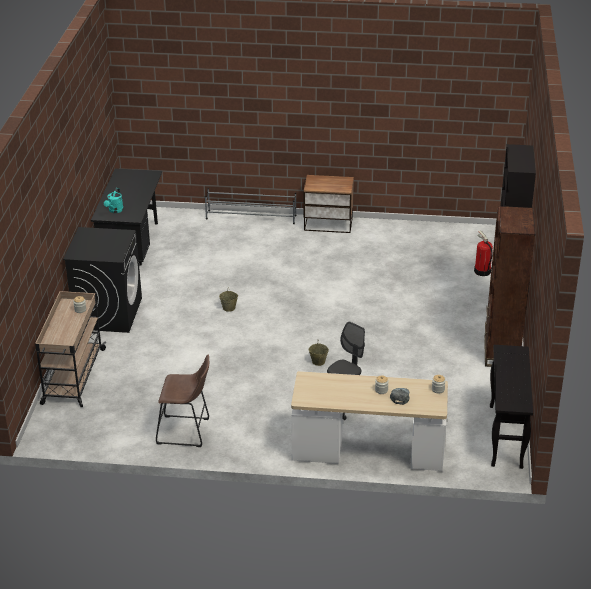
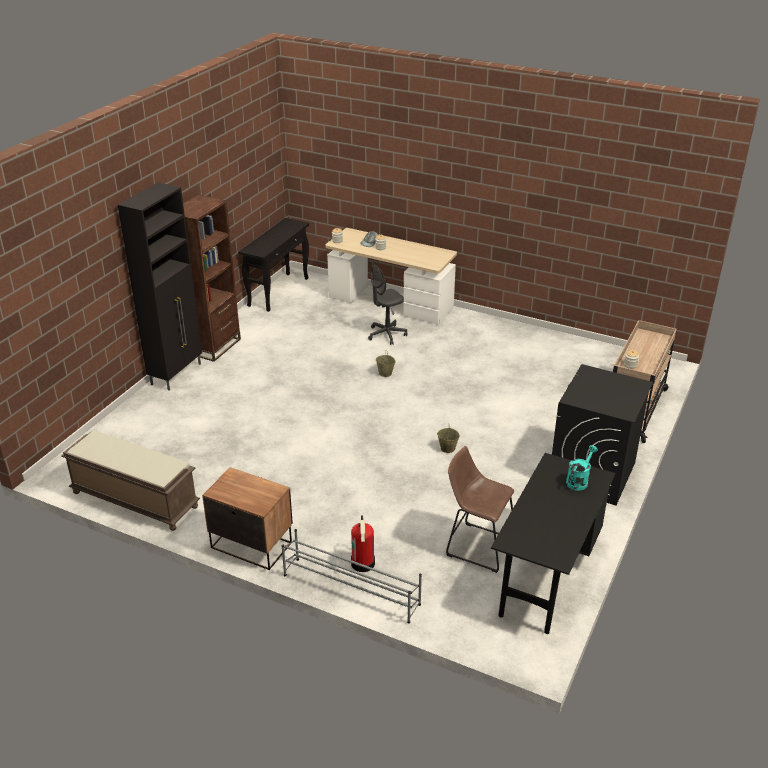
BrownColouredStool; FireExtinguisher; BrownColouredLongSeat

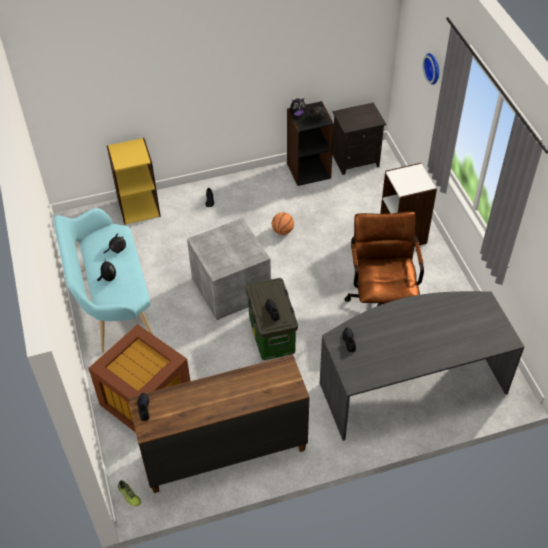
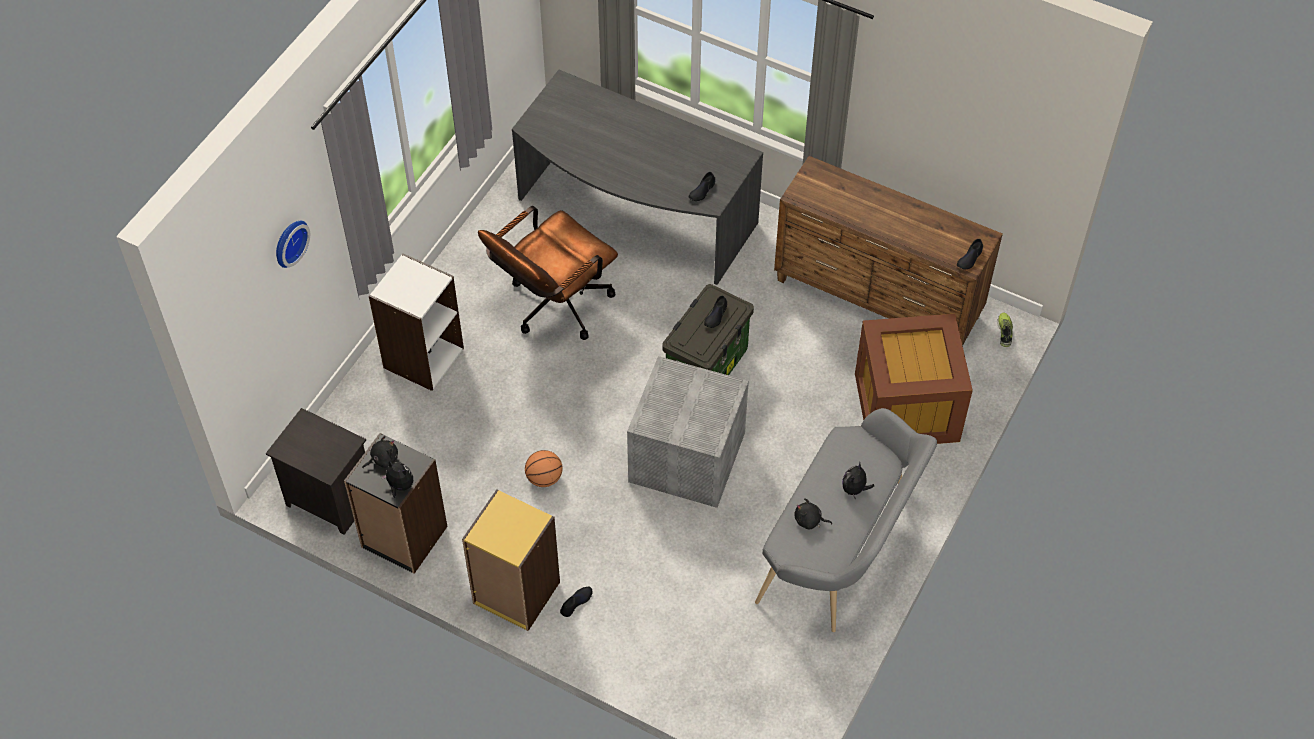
GreyLongSeat; YellowColouredShelvingUnit

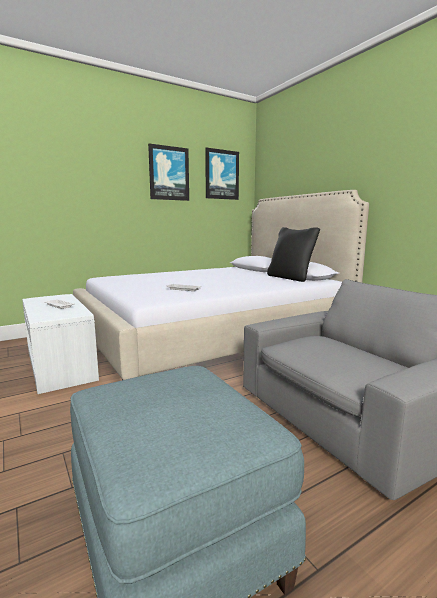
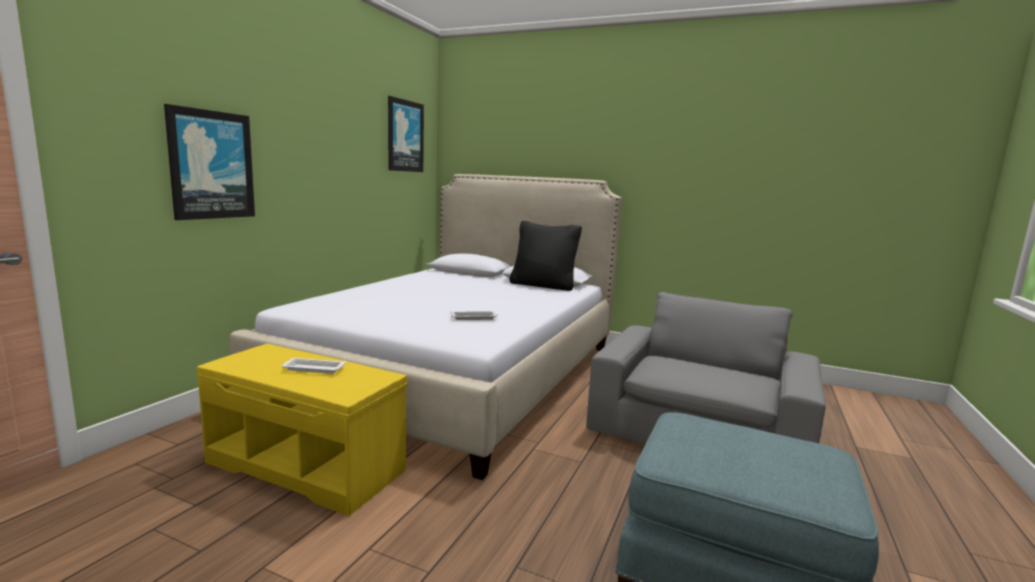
YellowColouredLongSeat; WallPicture (no. 1 from left)

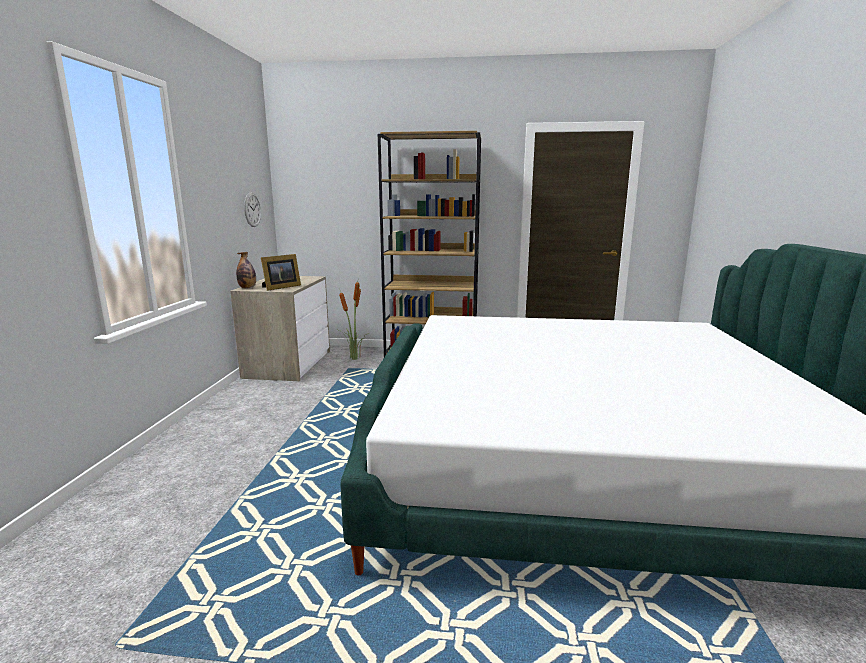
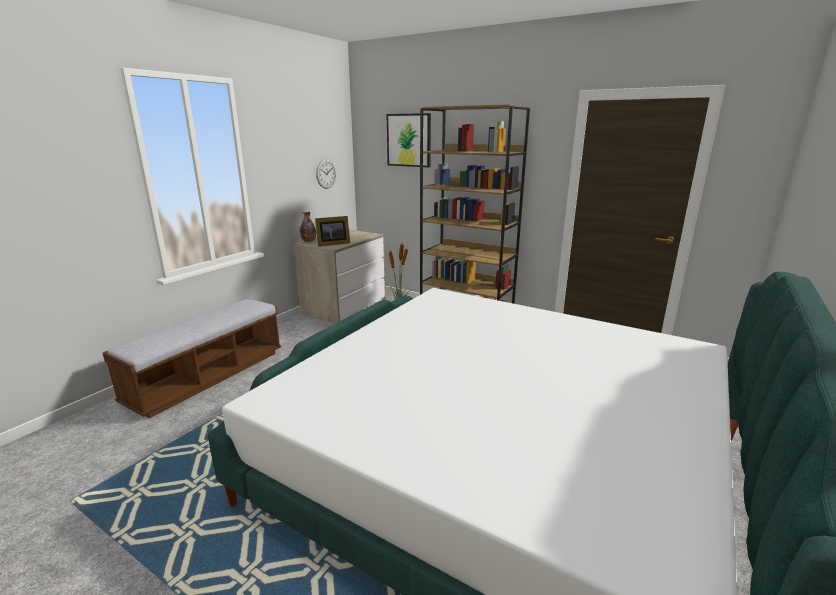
LongSeat; WallPicture

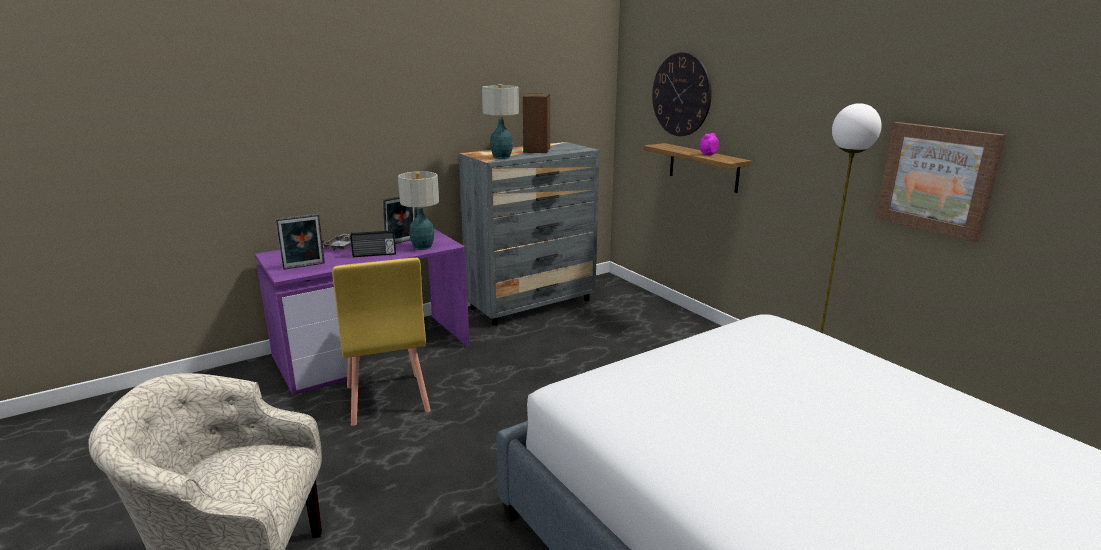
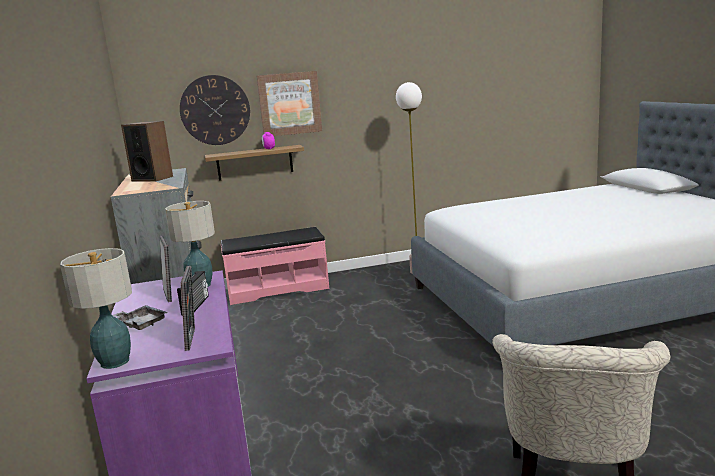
YellowColouredChair; TabletopLamp (no. 1 from left); WallPicture; PinkLongSeat

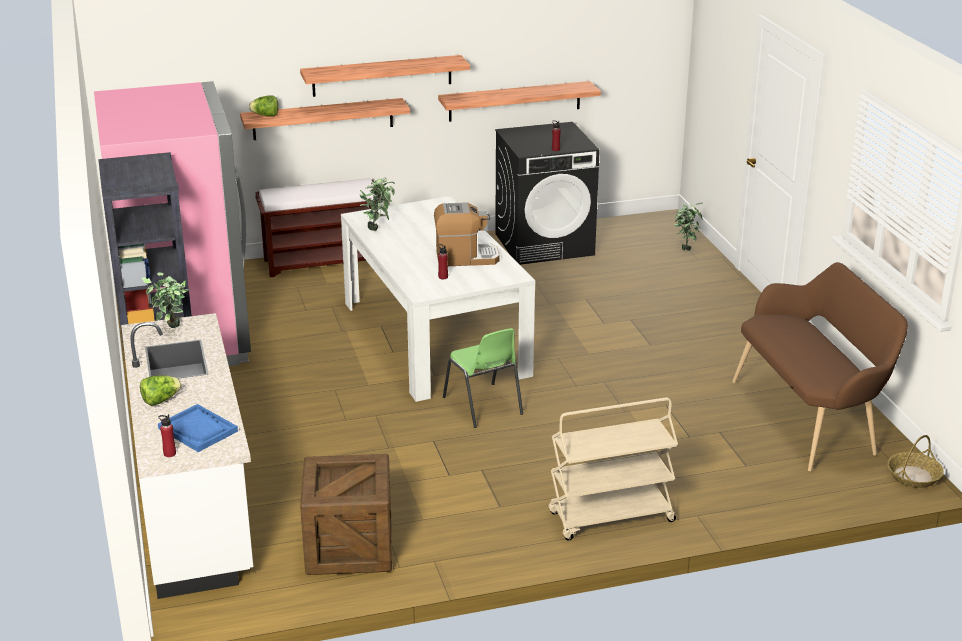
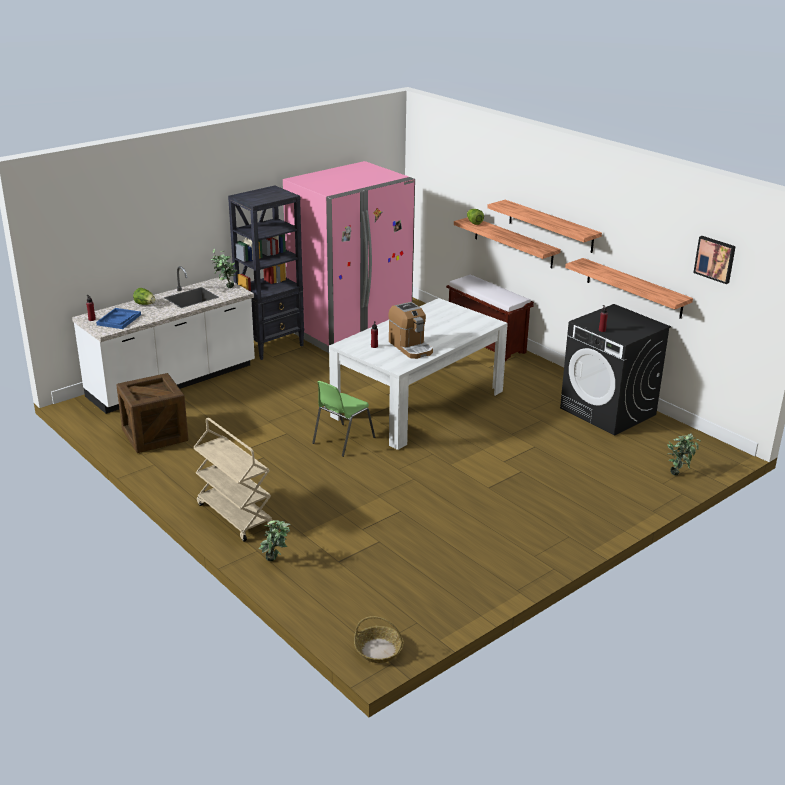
PottedPlant (no. 2 from left); BrownColouredLongSeat (no. 2 from left in the first image); WallPicture

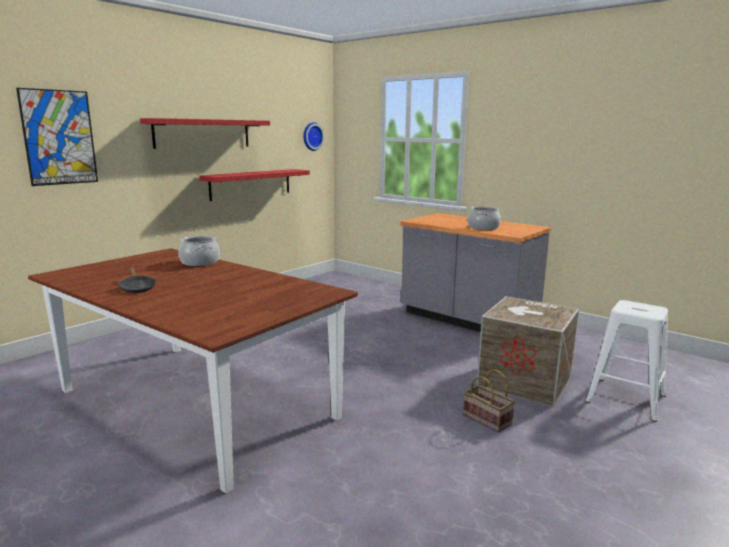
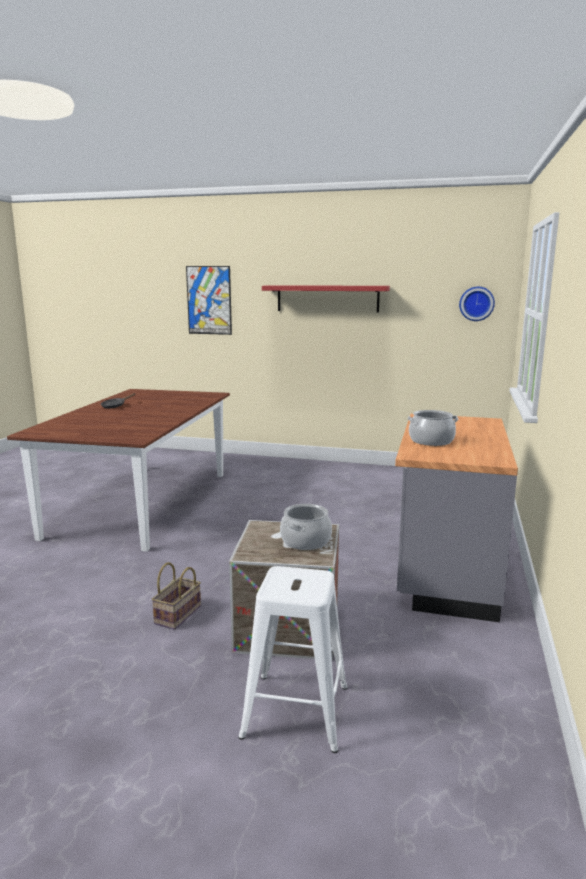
CookingPot (no. 1 from left); RedWallShelf (no. 2 from left in the first image)

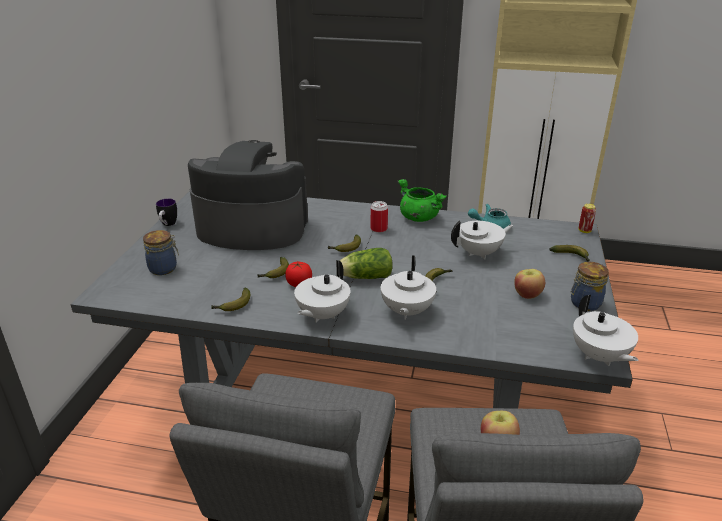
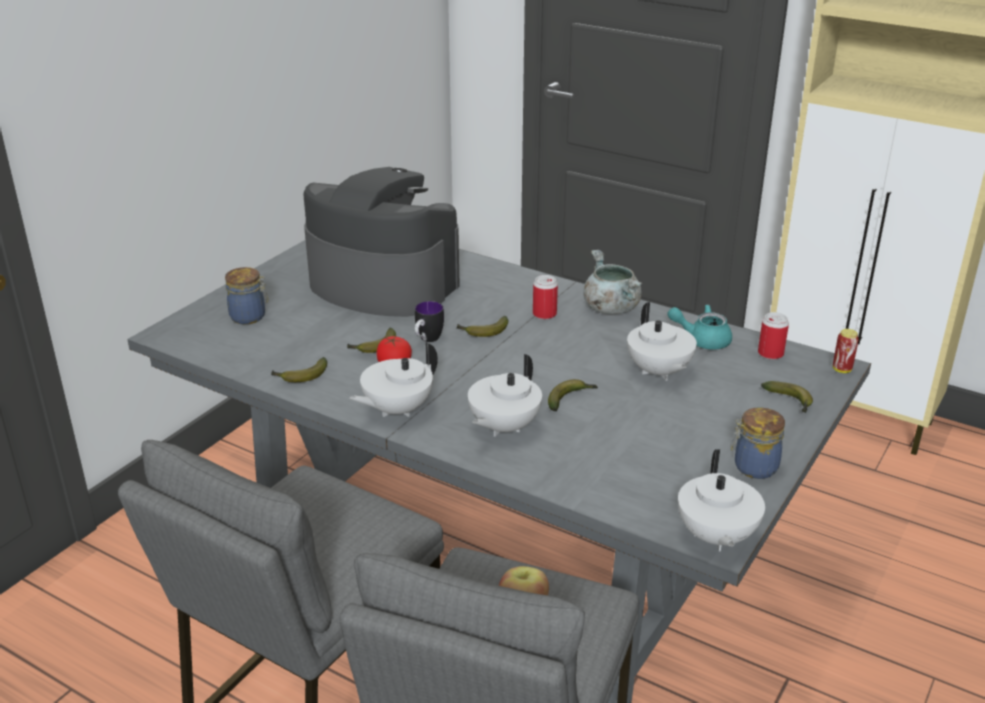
Mug; HeadOfLettuce; GreyCookingPot; WhiteColouredTeapot (no. 3 from left); WholeApple (no. 2 from left in the first image); MetalCan (no. 2 from left)

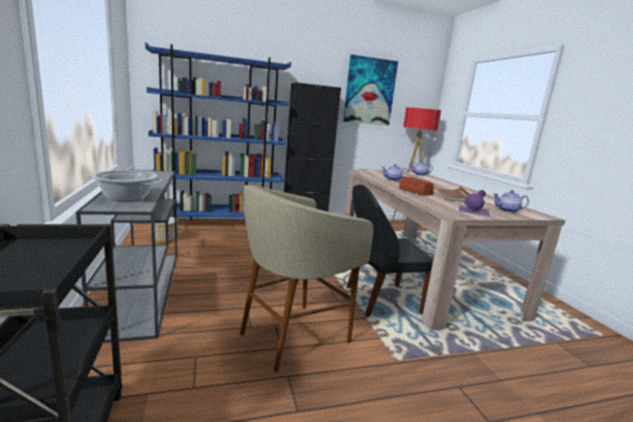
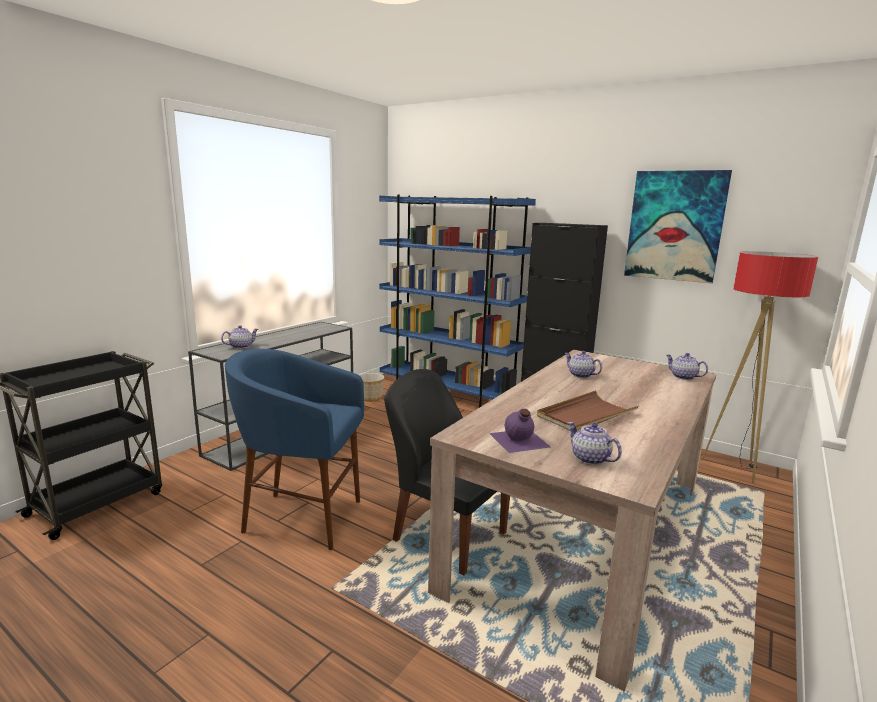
Teapot (no. 1 from left); BlueColouredStool; BakeryBread

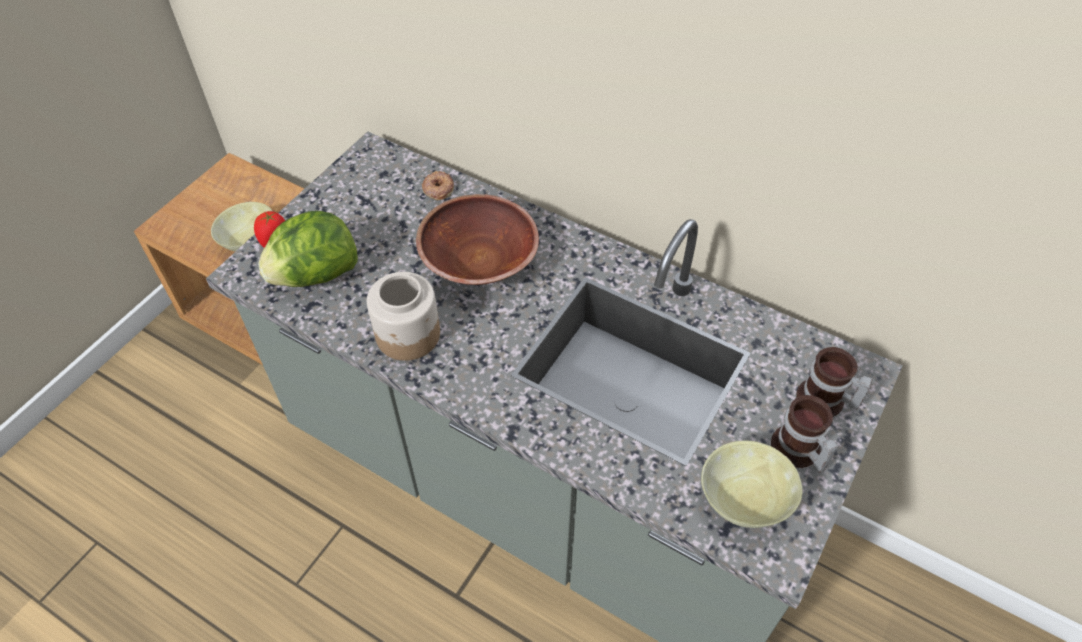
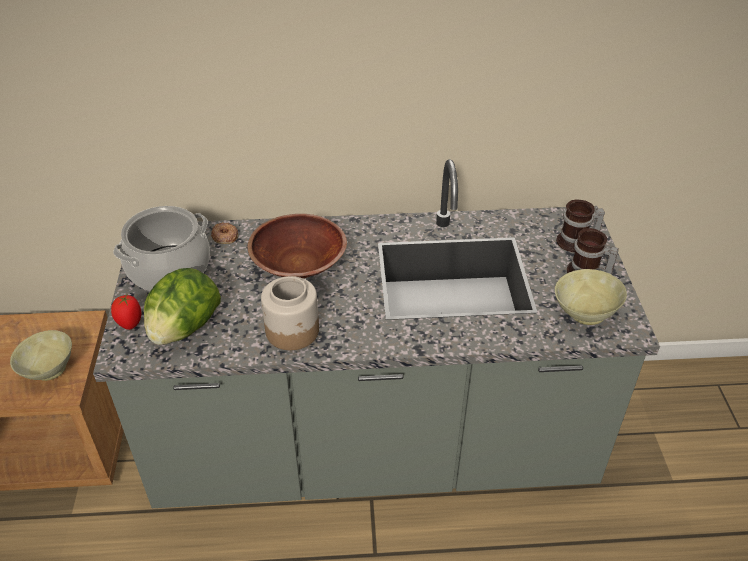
CookingPot

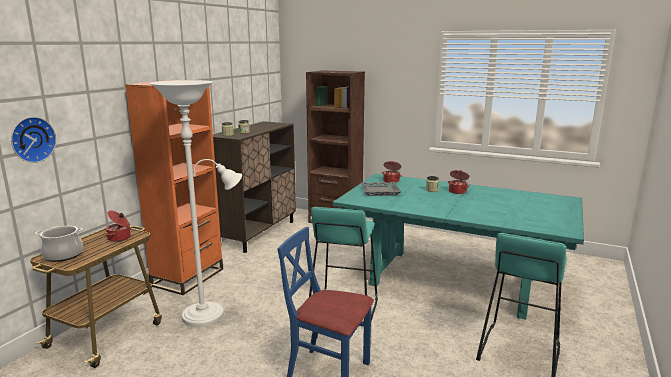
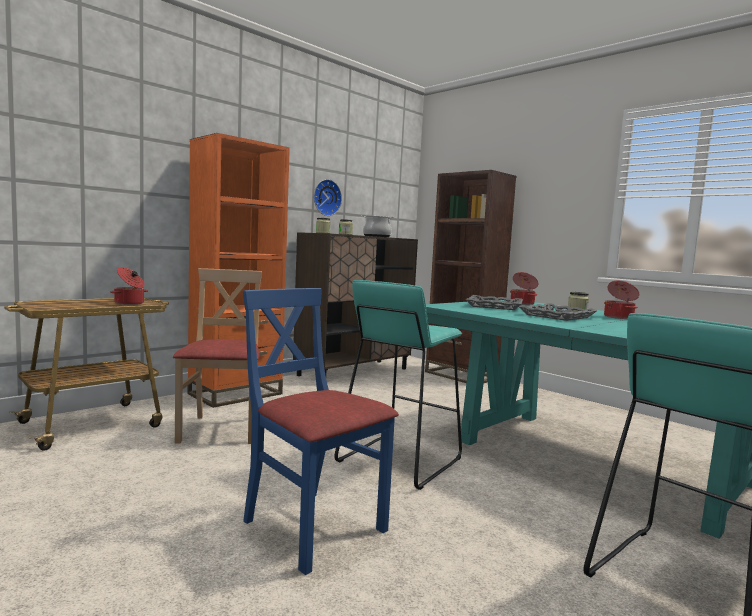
HangingClock; CookingPot (no. 2 from left); SandColouredChair; GreyServingTray (no. 2 from left)

